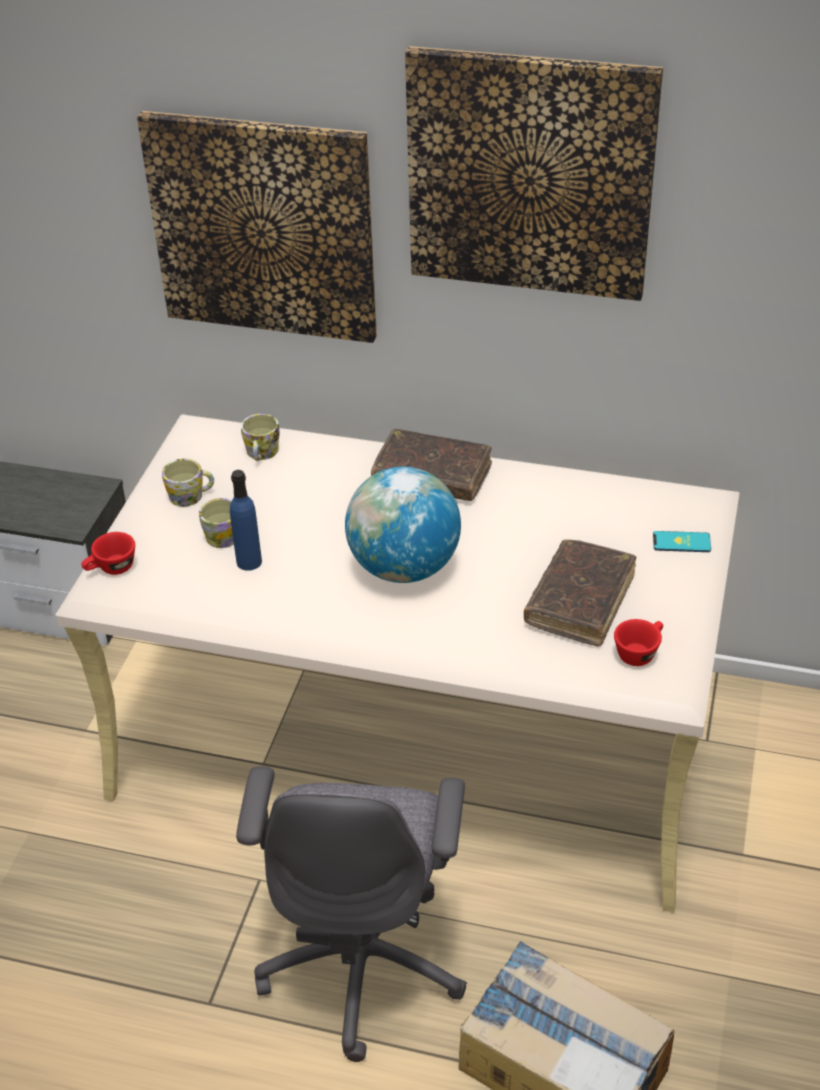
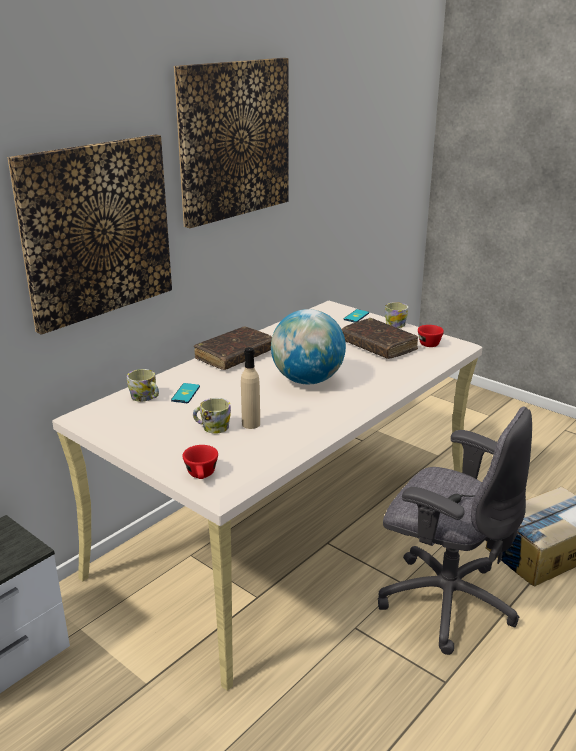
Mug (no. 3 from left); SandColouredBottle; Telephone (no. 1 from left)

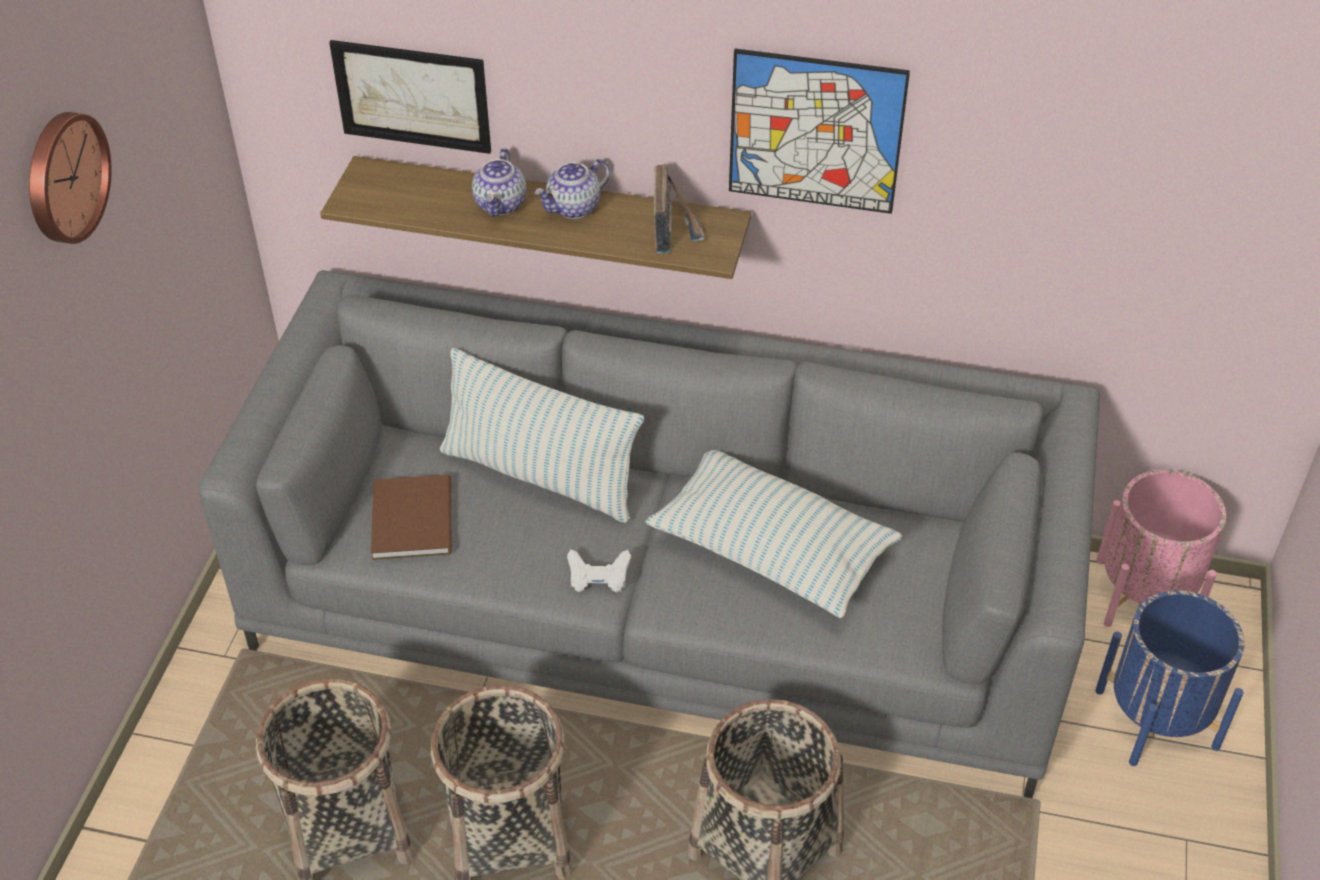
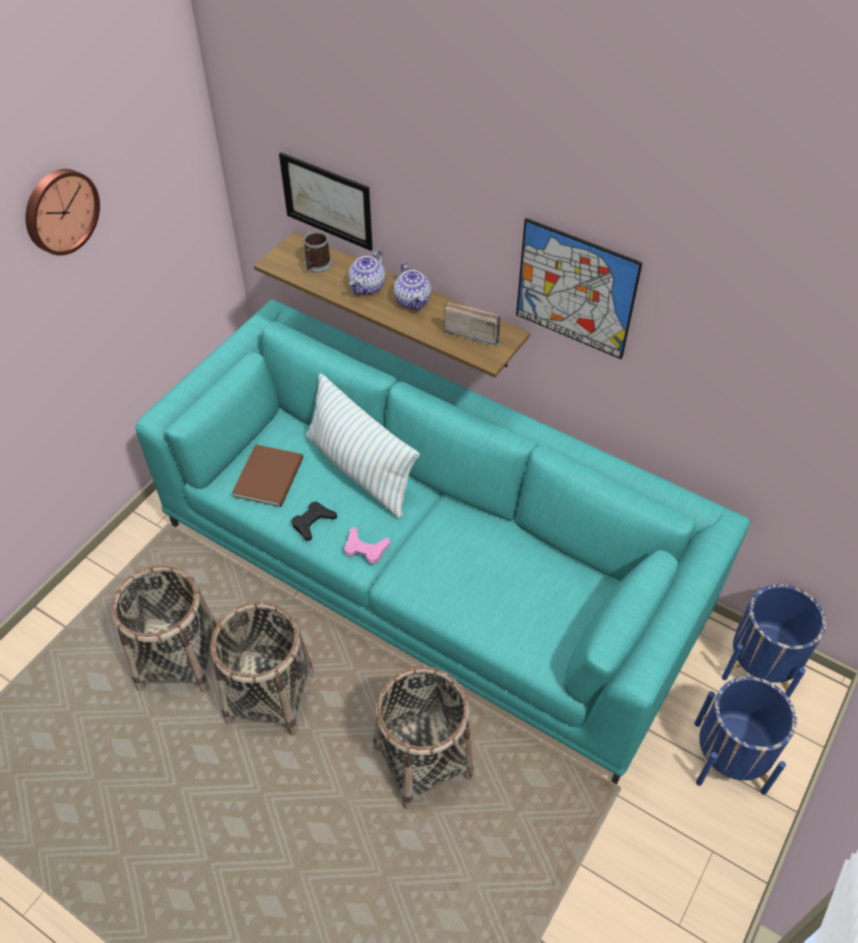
BlueGreenCouch; Teapot (no. 2 from left); PinkJoypad; Cushion (no. 2 from left in the first image); RadioReceiver; BlueColouredPlanter (no. 2 from left); BlackJoypad; Mug

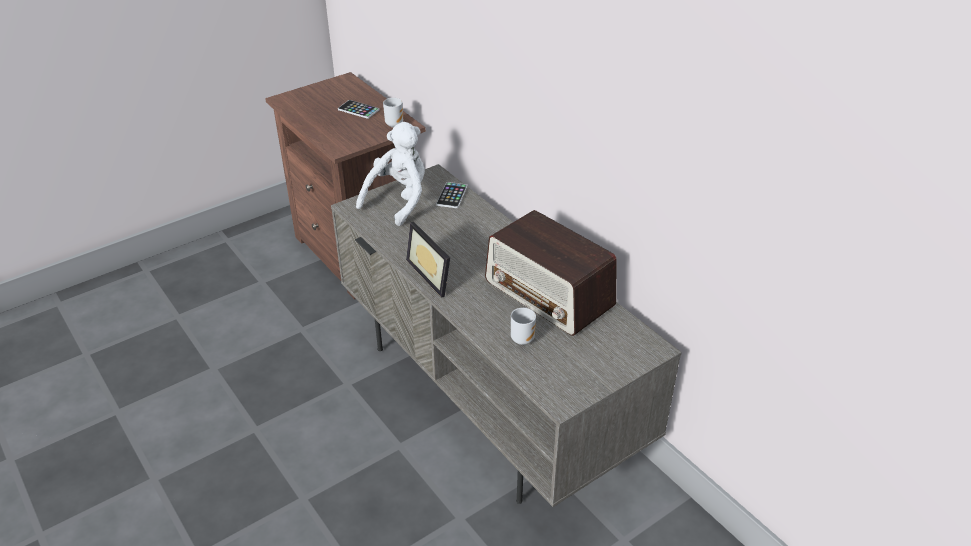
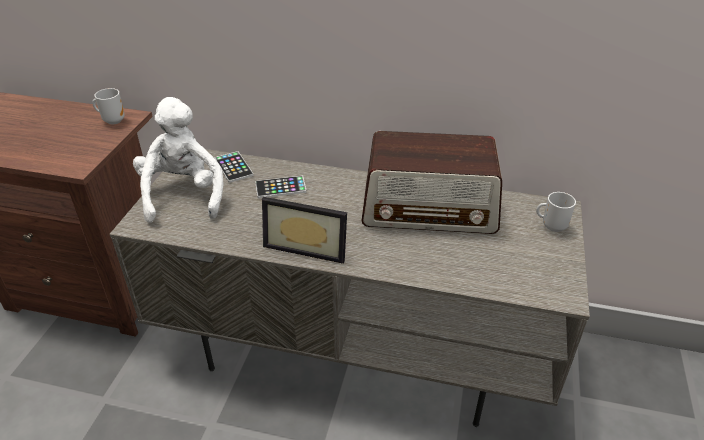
Telephone (no. 2 from left); Mug (no. 2 from left)

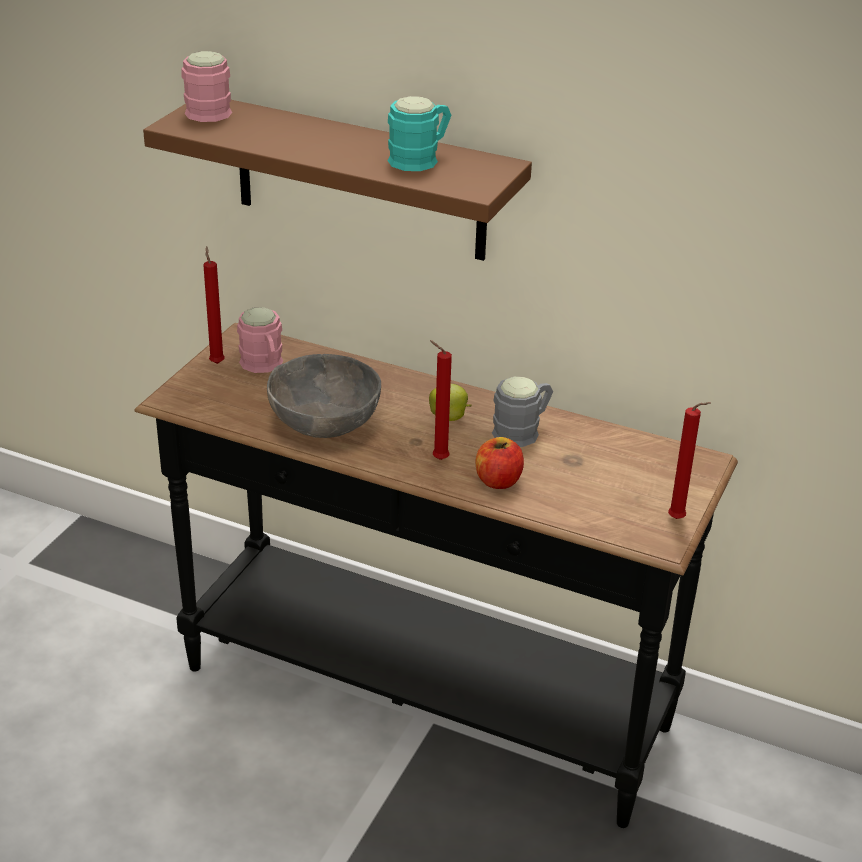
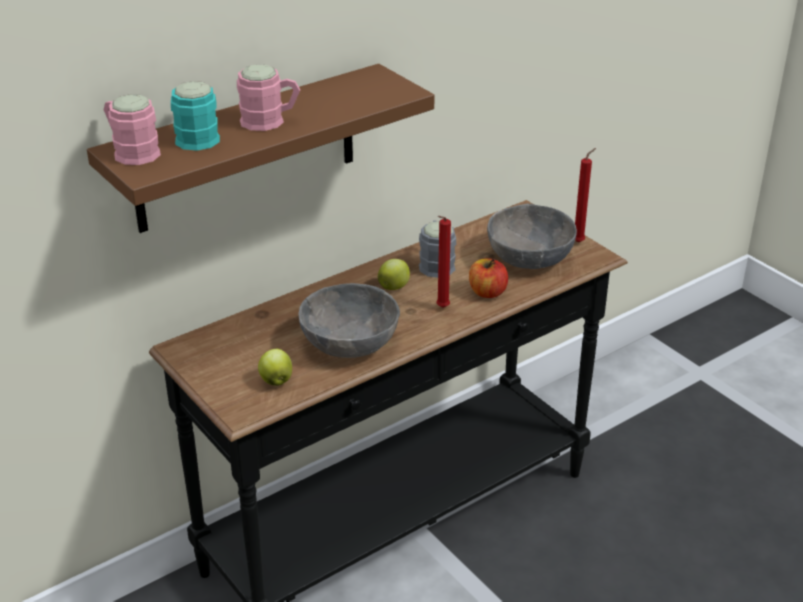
RedWaxCandle (no. 1 from left in the first image); PinkMug (no. 2 from left); BlueGreenMug; WholeApple (no. 1 from left); GreyBowl (no. 2 from left)

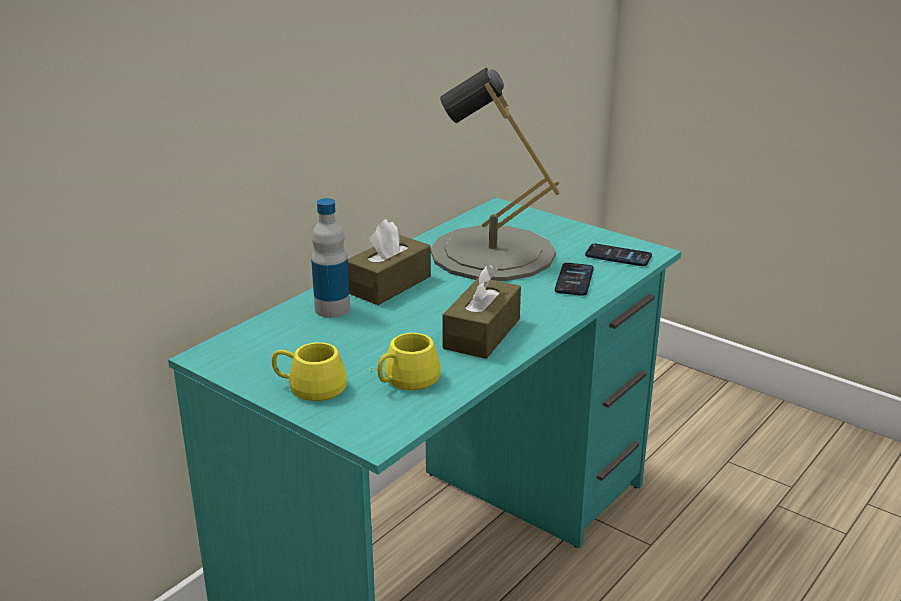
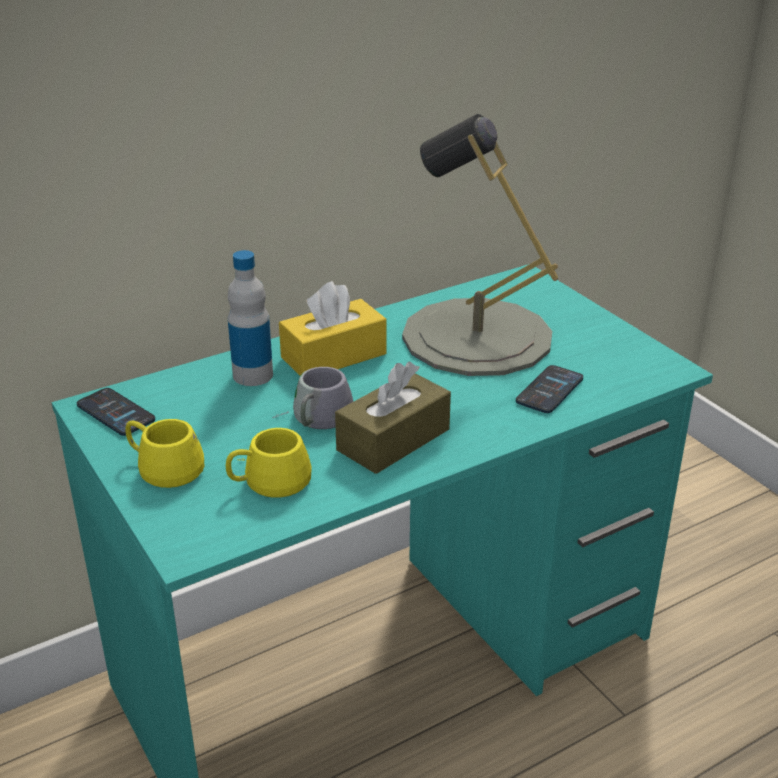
YellowColouredTissueHolder; Telephone (no. 1 from left); GreyMug

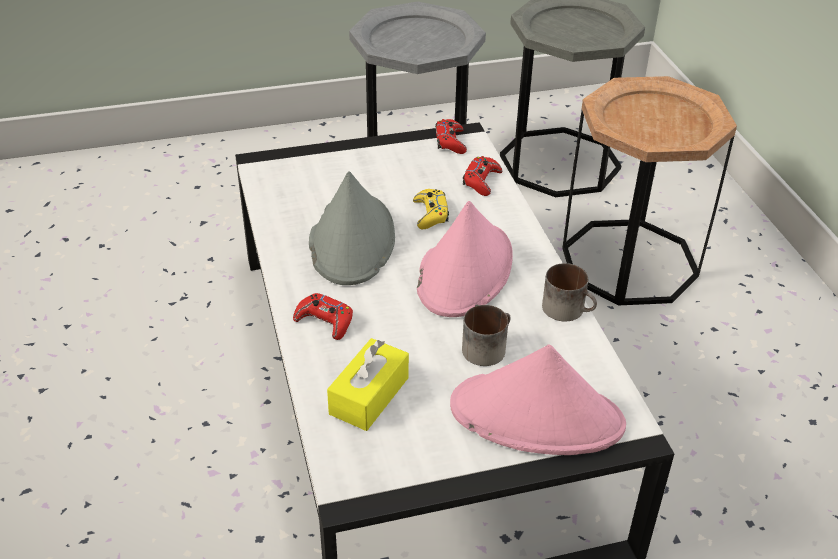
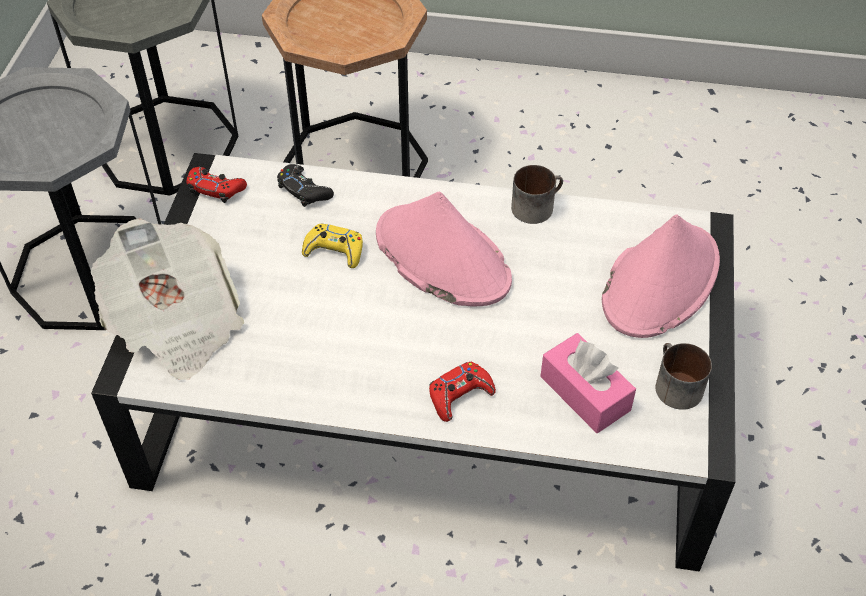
GreyWearableHat; PinkTissueHolder; Mug (no. 2 from left); BlackJoypad; DailyPaper

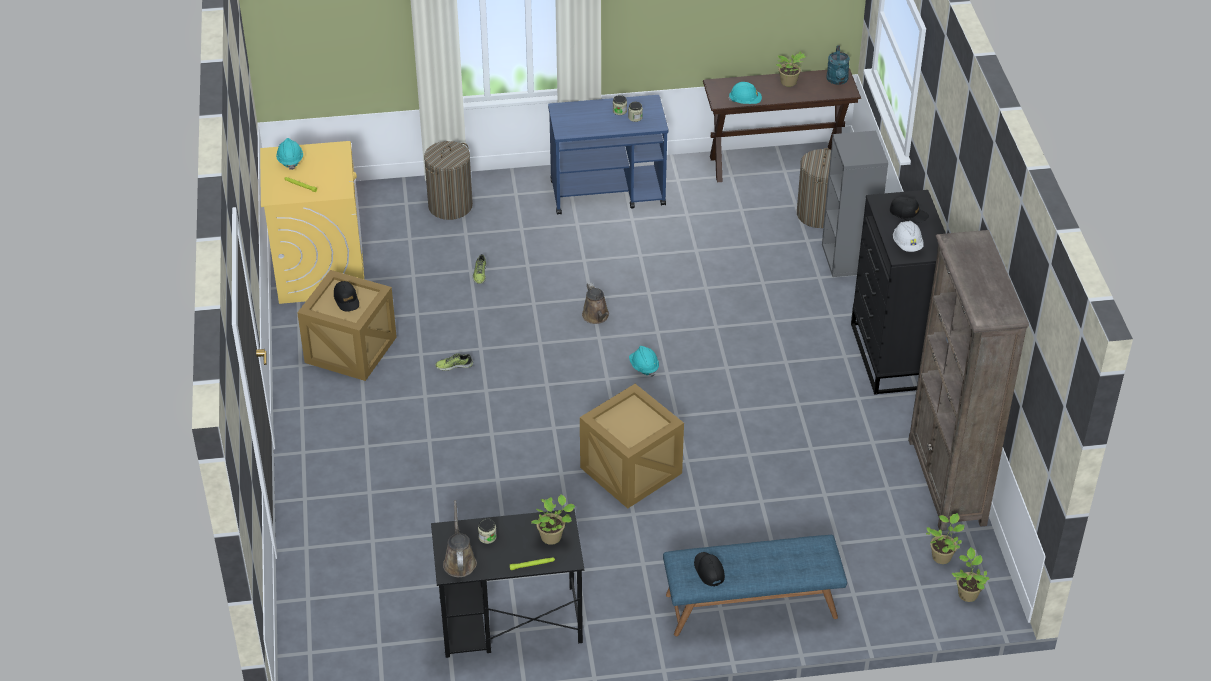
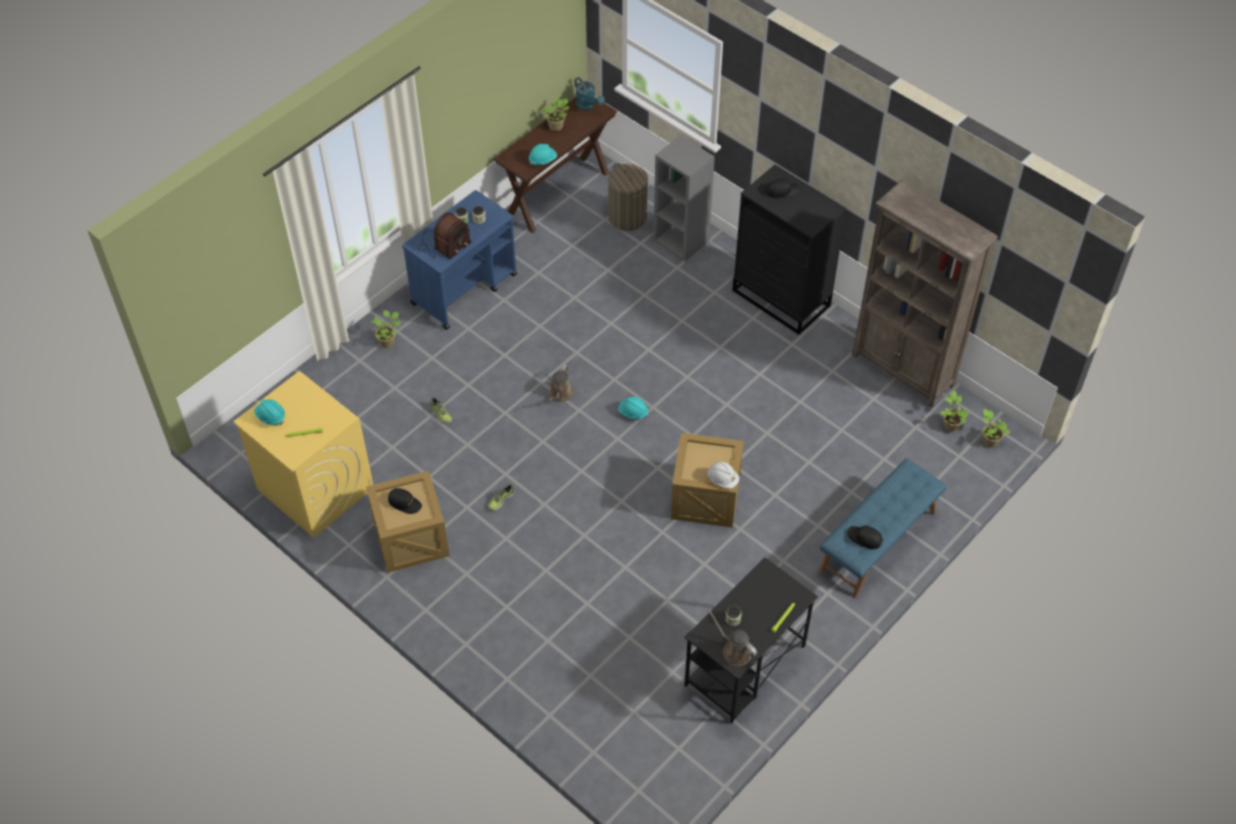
LaundryBasket (no. 1 from left in the first image); PottedPlant (no. 1 from left); BrownColouredWateringPot (no. 1 from left); WhiteColouredHardHat; RadioReceiver

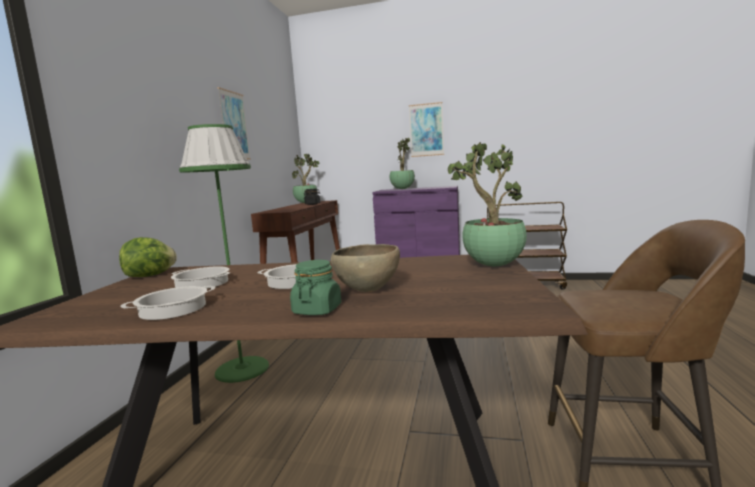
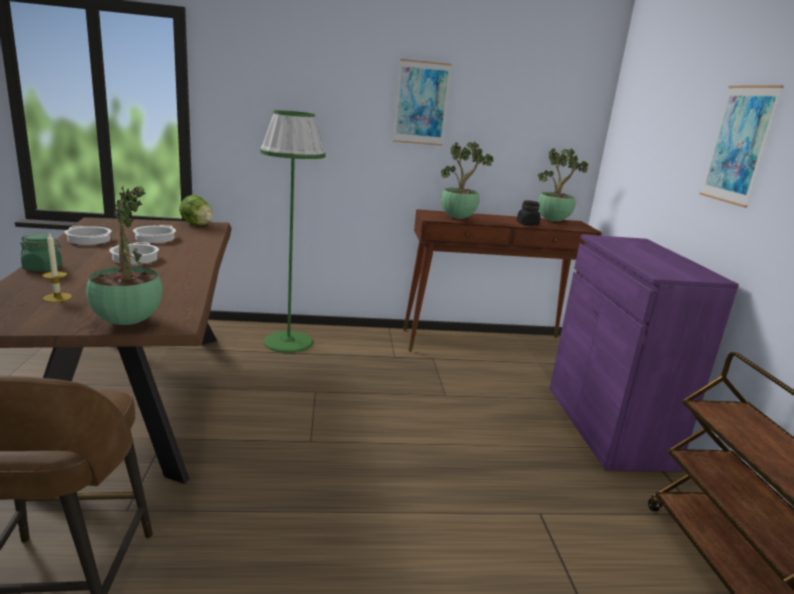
BrownColouredBowl; PottedPlant (no. 2 from left); WaxCandle

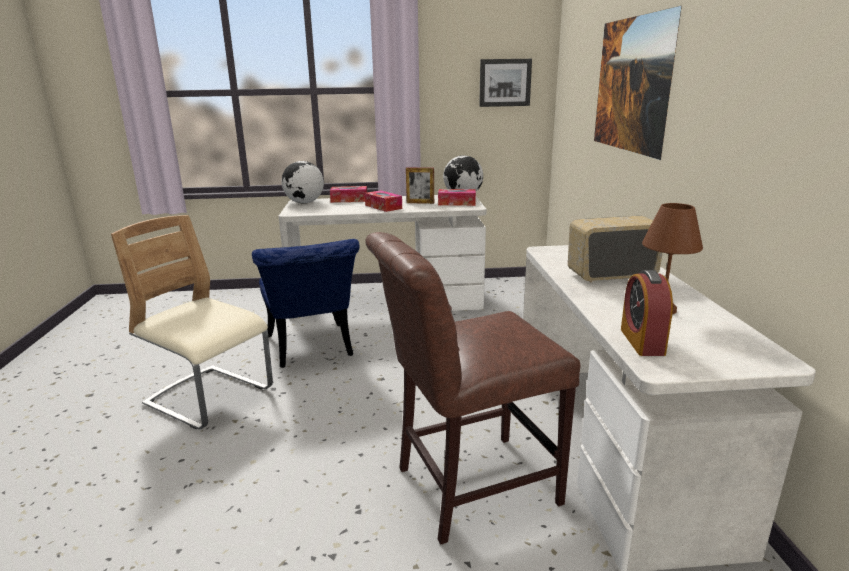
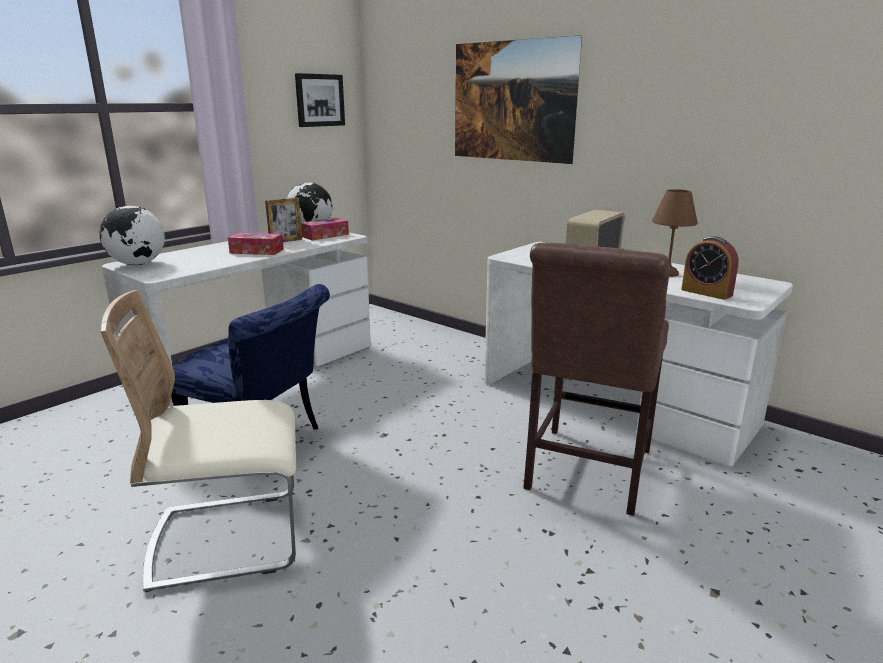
TissueHolder (no. 1 from left in the first image)

